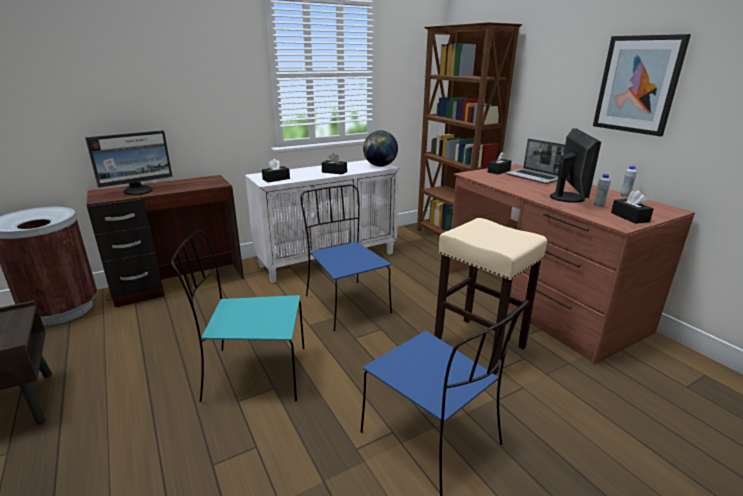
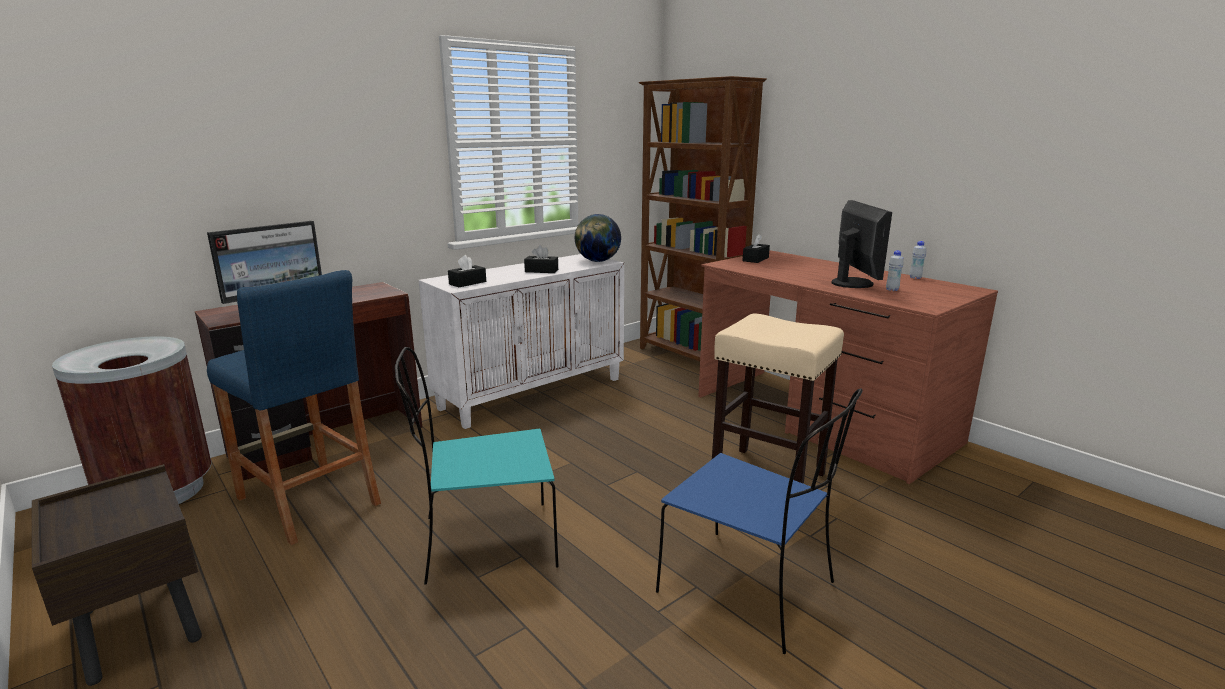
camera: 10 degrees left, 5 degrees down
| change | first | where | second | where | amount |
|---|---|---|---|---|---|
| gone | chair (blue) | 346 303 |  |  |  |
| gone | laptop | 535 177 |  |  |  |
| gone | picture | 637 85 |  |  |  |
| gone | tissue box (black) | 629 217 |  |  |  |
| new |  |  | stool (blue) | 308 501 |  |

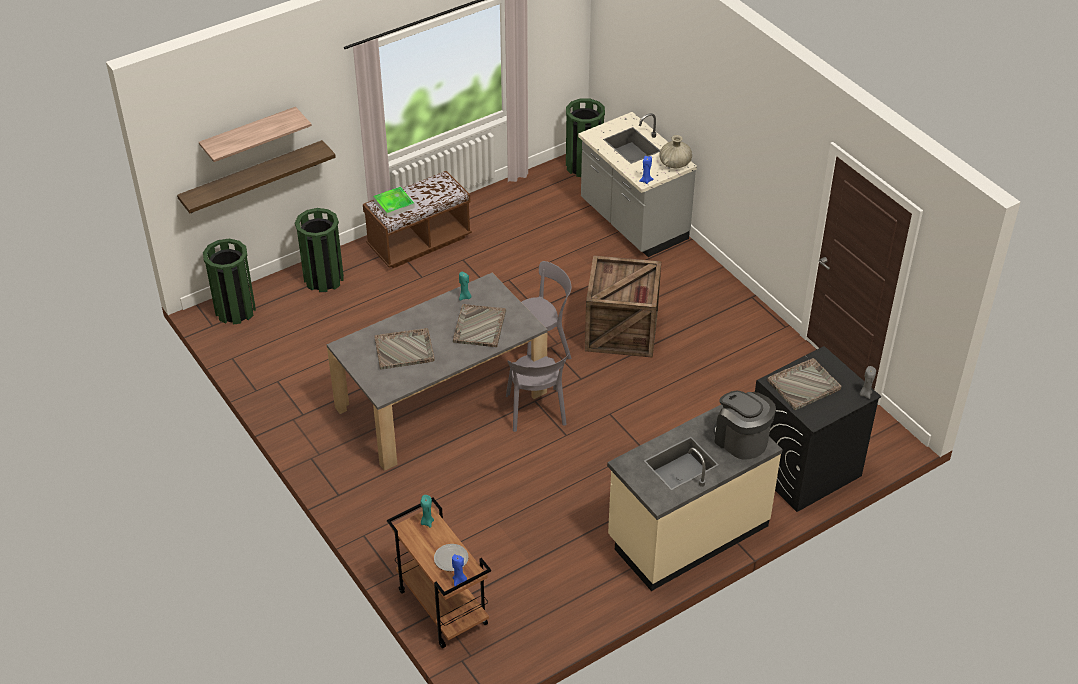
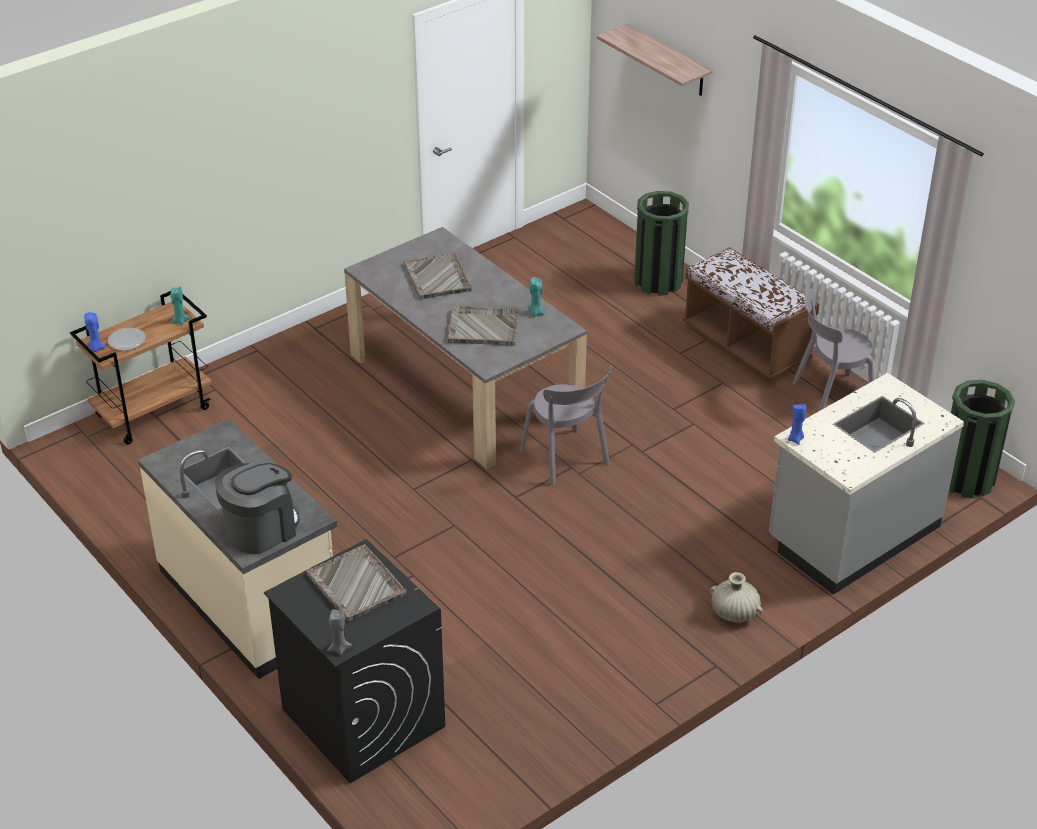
camera: 85 degrees right, 5 degrees down
| change | first | where | second | where | amount |
|---|---|---|---|---|---|
| gone | shelf | 252 177 |  |  |  |
| gone | trash can (green) | 235 310 |  |  |  |
| gone | tray | 394 204 |  |  |  |
| gone | crate | 622 331 |  |  |  |
| shifted | chair (grey) | 536 412 |  | 828 398 |  |
| shifted | vase (beige) | 675 164 |  | 734 613 |  |

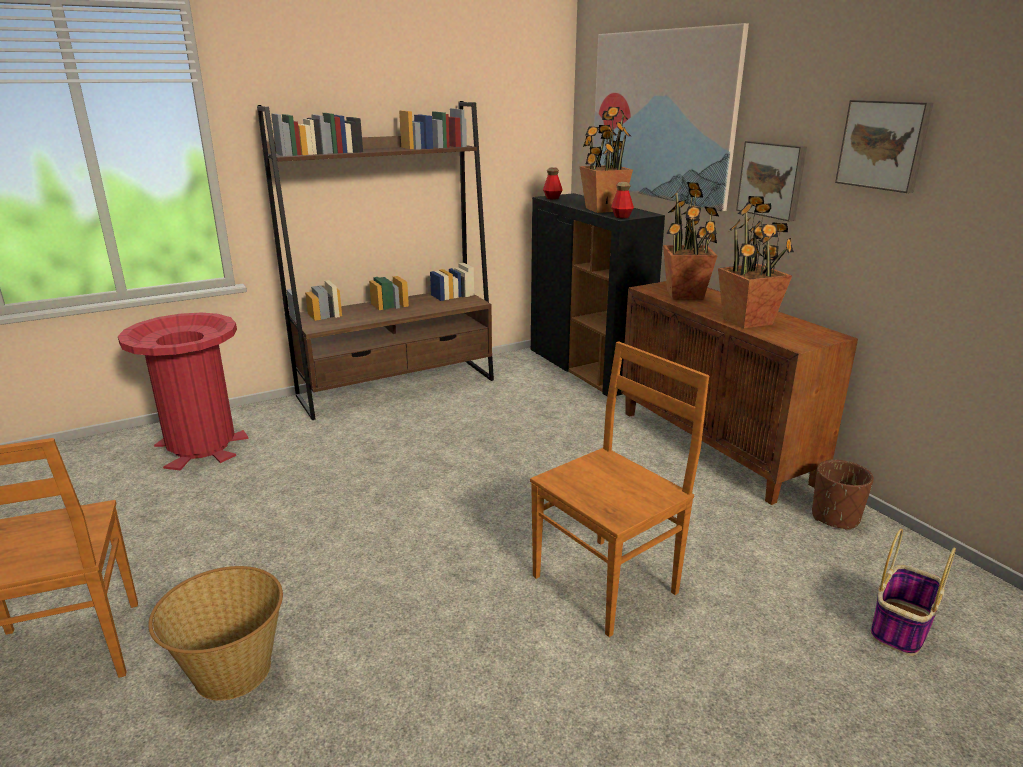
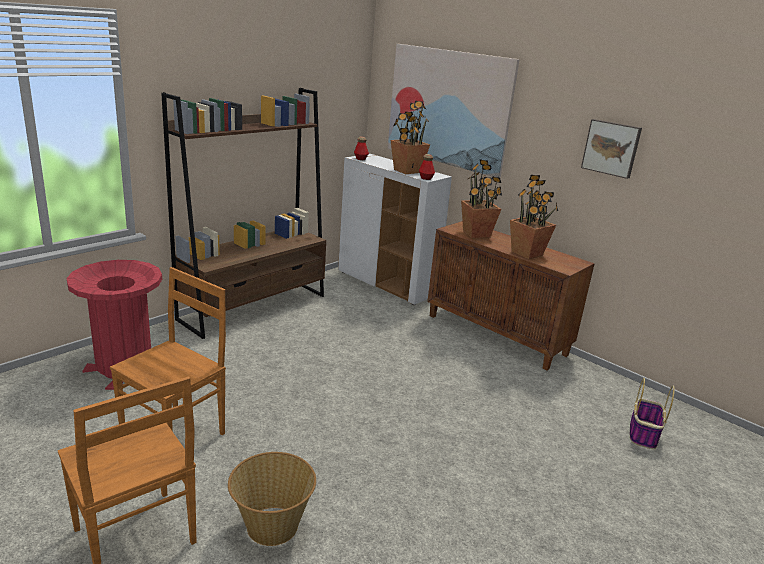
camera: 20 degrees left, 0 degrees up
| change | first | where | second | where | amount |
|---|---|---|---|---|---|
| gone | picture | 772 179 |  |  |  |
| gone | planter (brown) | 835 517 |  |  |  |
| shifted | chair (brown) | 608 583 |  | 176 433 |  |
| repainted | cabinet (black) | 588 370 | cabinet (white) | 387 284 |  |

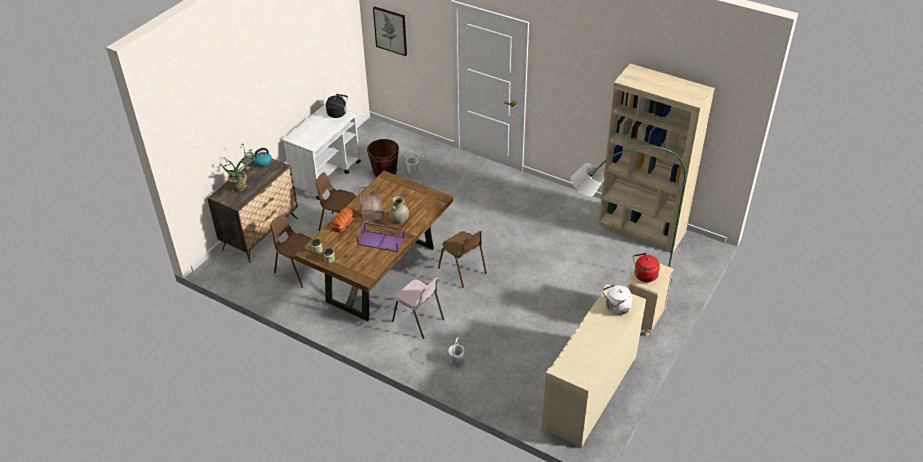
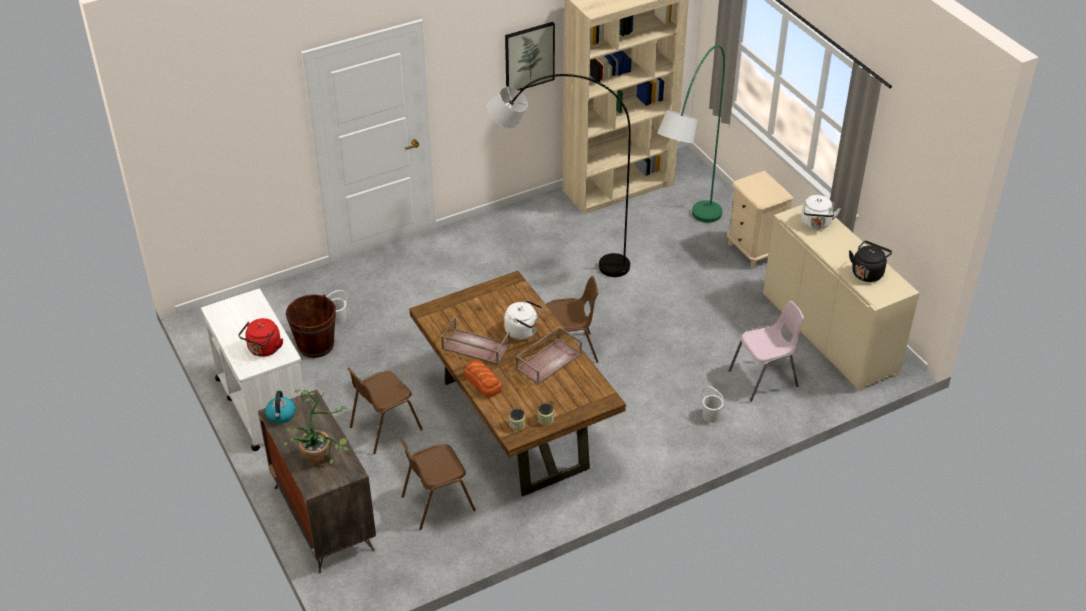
camera: 60 degrees left, 0 degrees up
| change | first | where | second | where | amount |
|---|---|---|---|---|---|
| new |  |  | floor lamp (grey) | 556 258 |  |
| shifted | kettle (black) | 338 113 |  | 867 272 |  |
| shifted | picture | 390 30 |  | 529 56 |  |
| shifted | chair (pink) | 418 320 |  | 764 379 |  |
| shifted | kettle (red) | 644 276 |  | 264 349 |  |
| swapped | vase (beige) | 399 220 | kettle (white) | 523 331 |  |
| repainted | tray (purple) | 381 241 | tray (brown) | 549 360 |  |

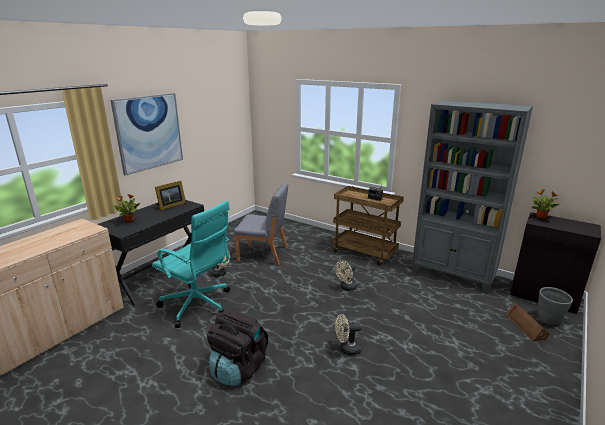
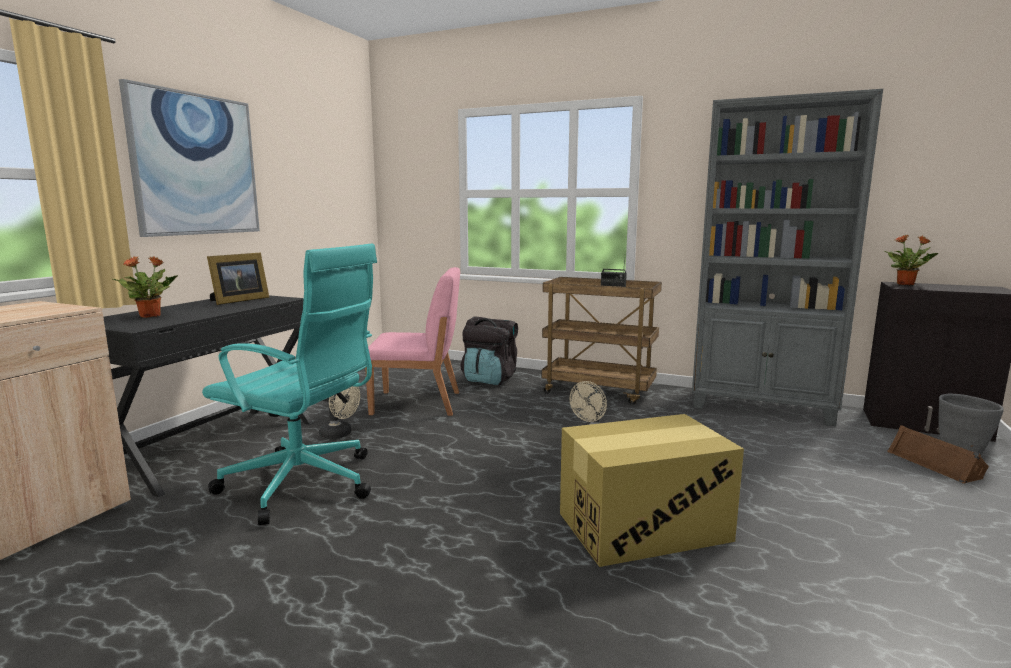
camera: 10 degrees left, 10 degrees down
| change | first | where | second | where | amount |
|---|---|---|---|---|---|
| shifted | backpack (black) | 238 368 |  | 489 379 |  |
| swapped | fan (beige) | 347 349 | cardboard box | 644 527 |  |
| repainted | chair (grey) | 263 254 | chair (pink) | 418 403 |  |

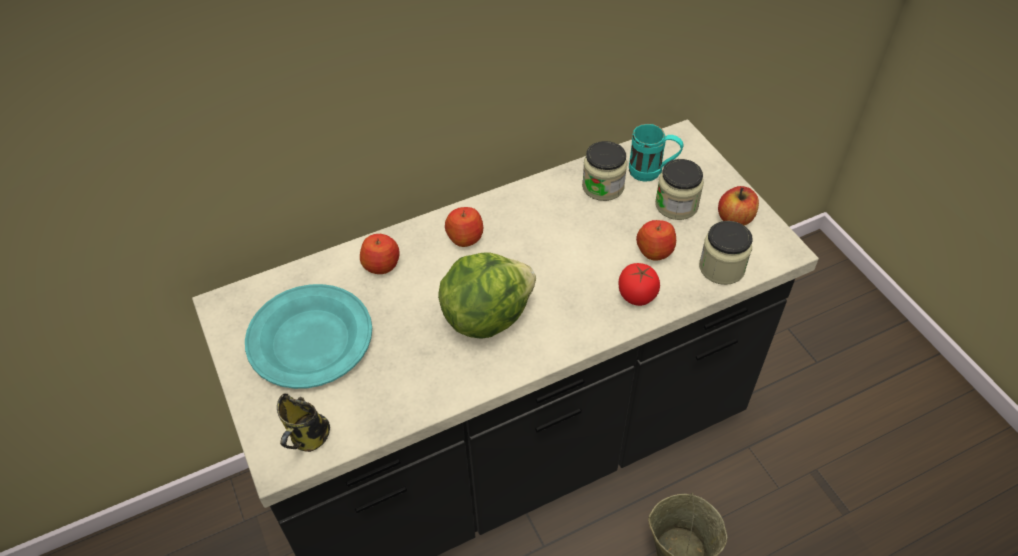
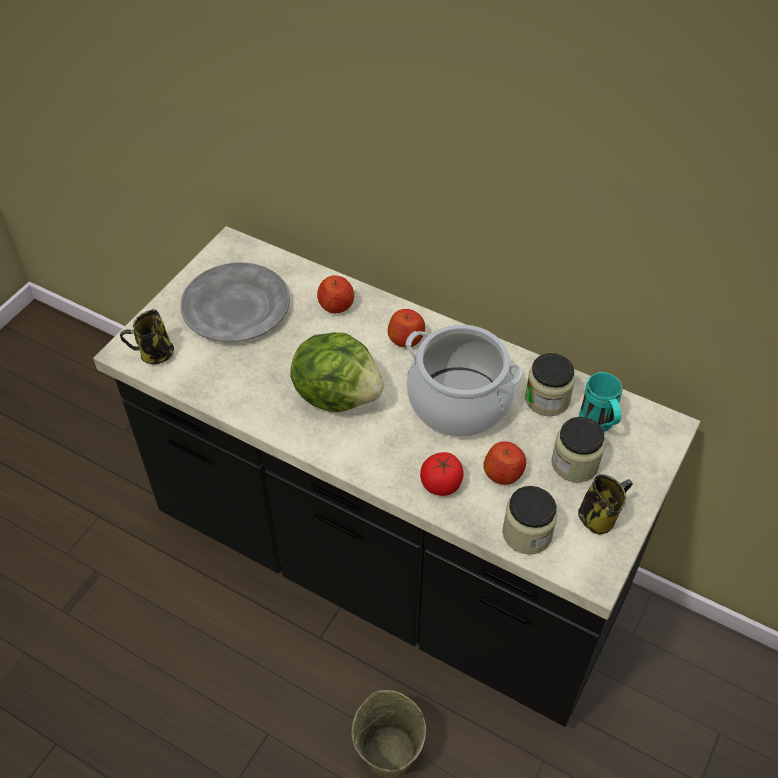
camera: 55 degrees right, 0 degrees up
| change | first | where | second | where | amount |
|---|---|---|---|---|---|
| new |  |  | cooking pot | 459 402 |  |
| swapped | apple | 735 218 | mug | 599 517 |  |
| repainted | plate (turquoise) | 309 340 | plate (grey) | 235 307 |  |

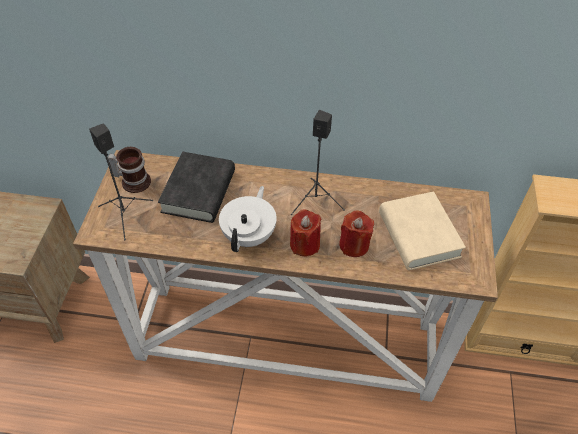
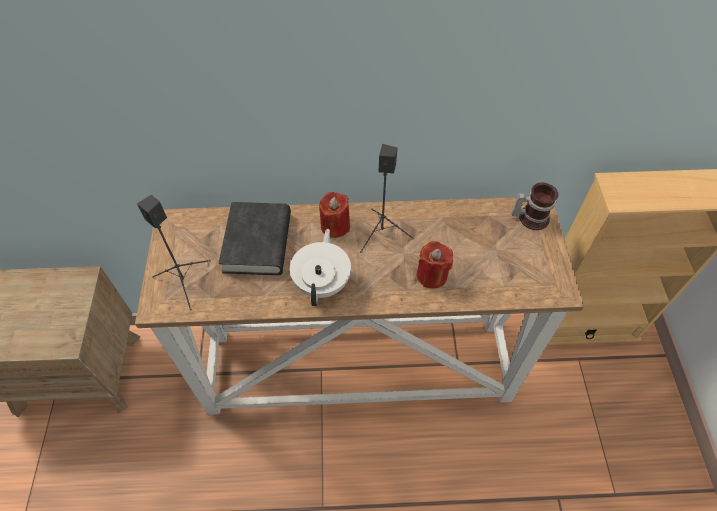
camera: 10 degrees left, 5 degrees up
| change | first | where | second | where | amount |
|---|---|---|---|---|---|
| gone | book (beige) | 418 235 |  |  |  |
| shifted | mug | 134 180 |  | 530 217 |  |
| shifted | candle (red) | 304 244 |  | 335 226 |  |

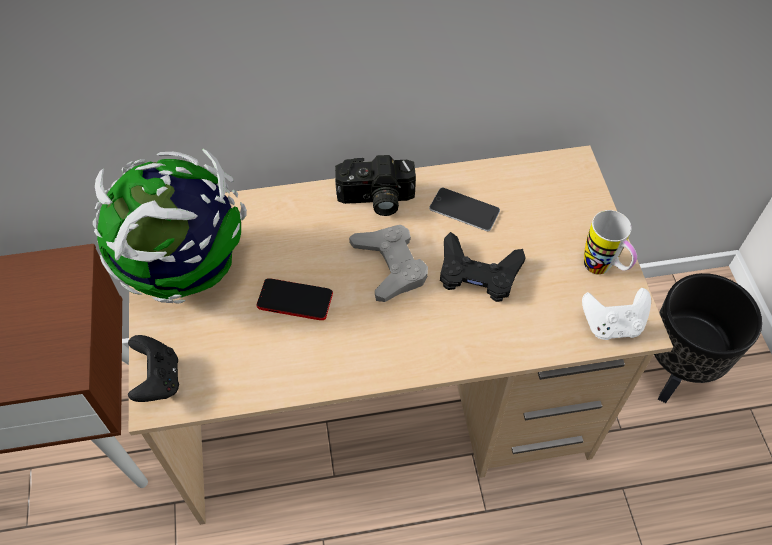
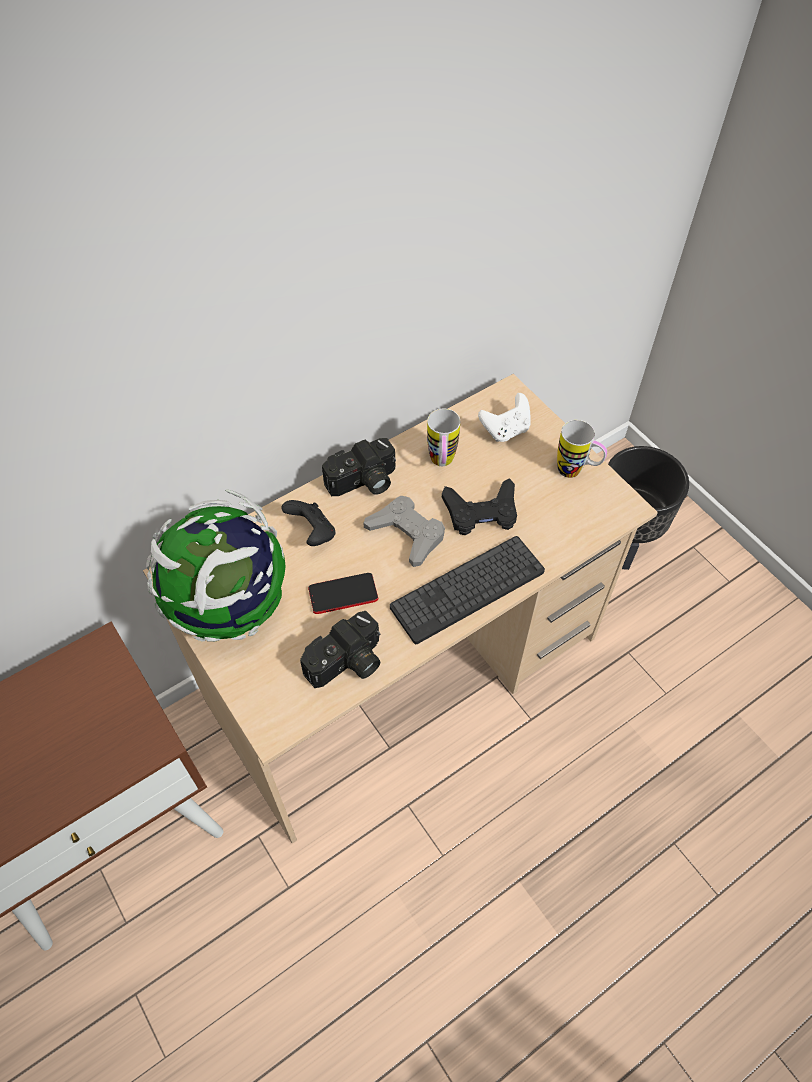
camera: 25 degrees left, 0 degrees up
| change | first | where | second | where | amount |
|---|---|---|---|---|---|
| new |  |  | photo camera | 347 664 |  |
| new |  |  | keyboard | 467 589 |  |
| shifted | game controller (black) | 158 380 |  | 312 533 |  |
| shifted | game controller (white) | 612 325 |  | 505 430 |  |
| swapped | phone | 464 209 | mug | 442 464 |  |

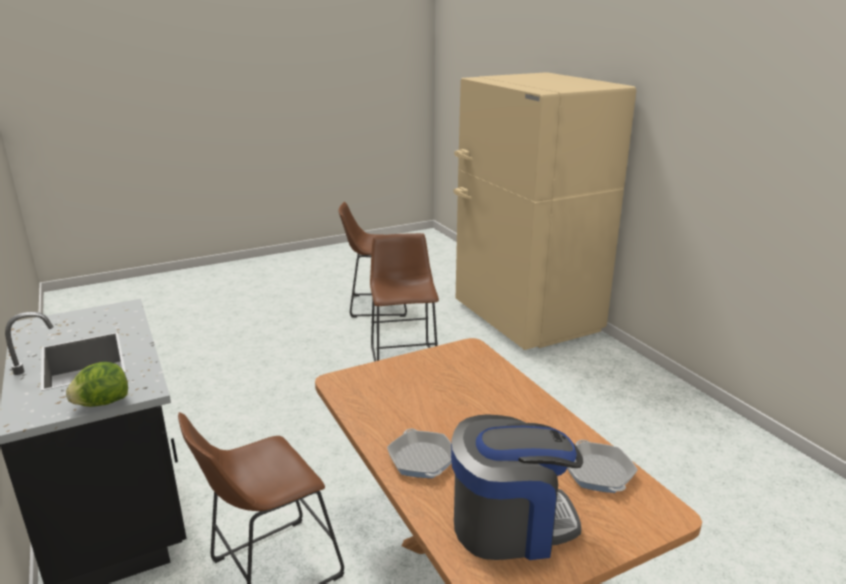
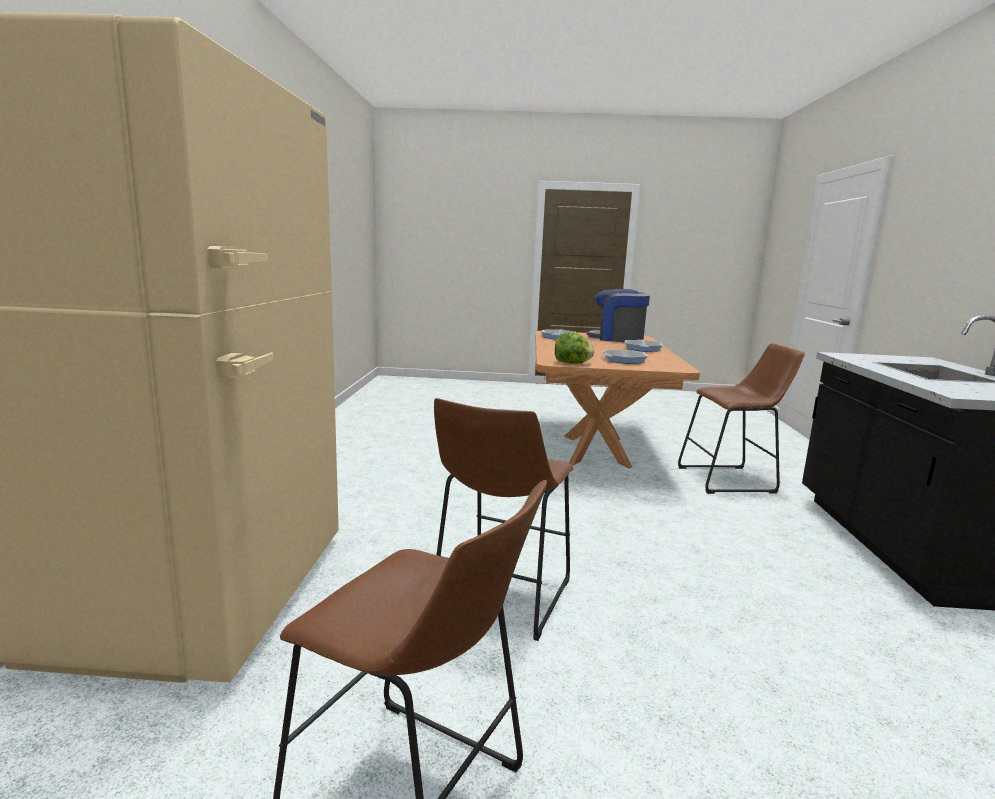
camera: 150 degrees left, 10 degrees down
| change | first | where | second | where | amount |
|---|---|---|---|---|---|
| new |  |  | frying pan | 624 360 |  |
| shifted | lettuce | 102 403 |  | 572 363 |  |

